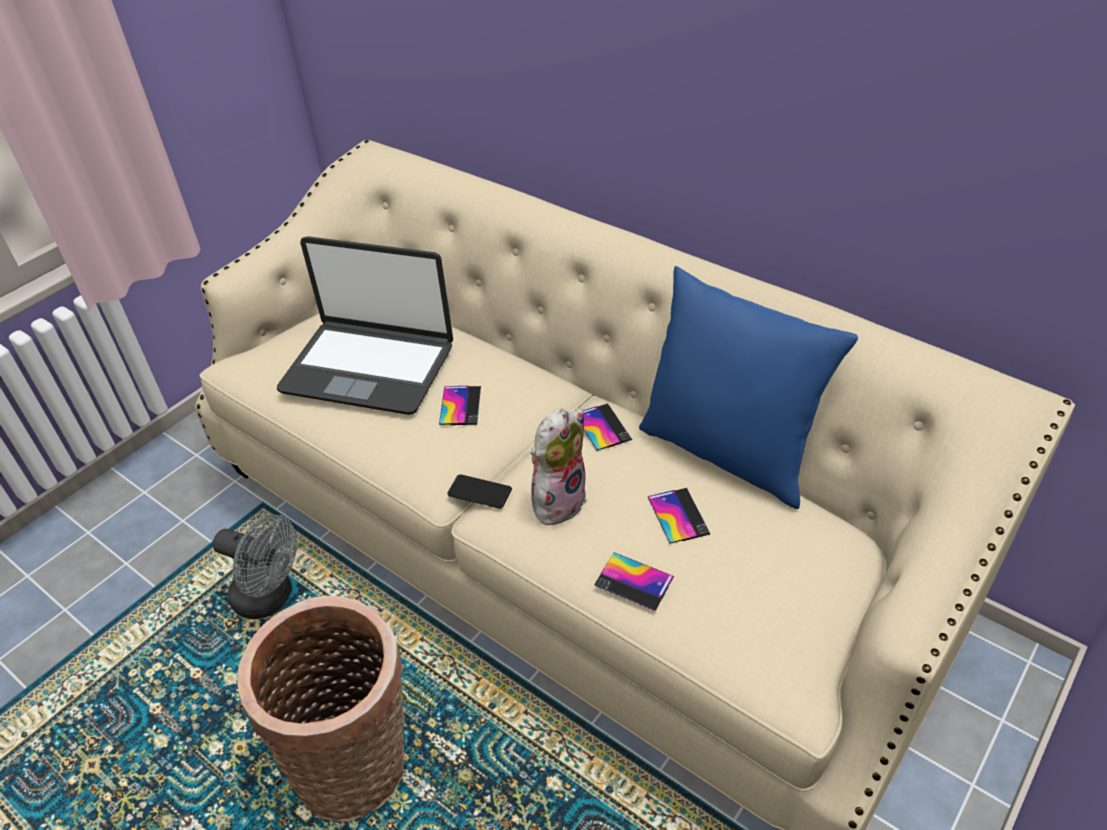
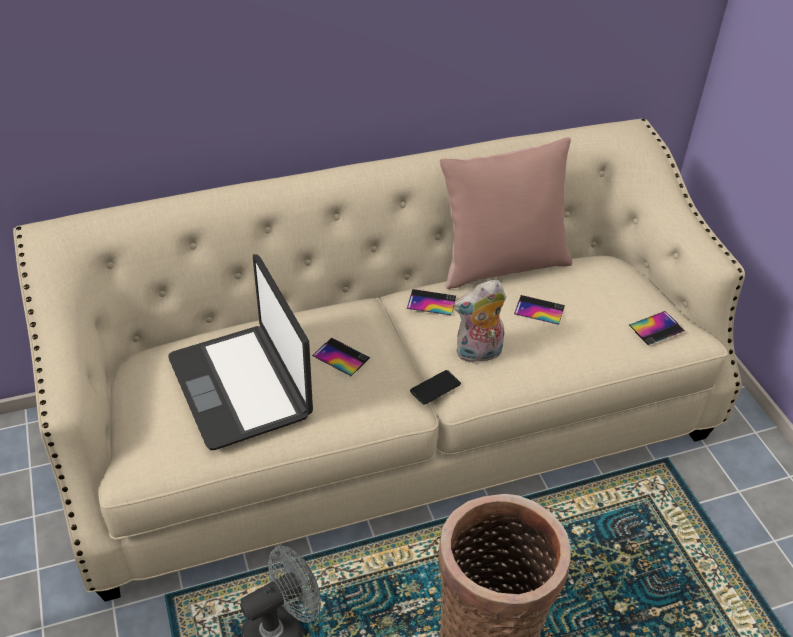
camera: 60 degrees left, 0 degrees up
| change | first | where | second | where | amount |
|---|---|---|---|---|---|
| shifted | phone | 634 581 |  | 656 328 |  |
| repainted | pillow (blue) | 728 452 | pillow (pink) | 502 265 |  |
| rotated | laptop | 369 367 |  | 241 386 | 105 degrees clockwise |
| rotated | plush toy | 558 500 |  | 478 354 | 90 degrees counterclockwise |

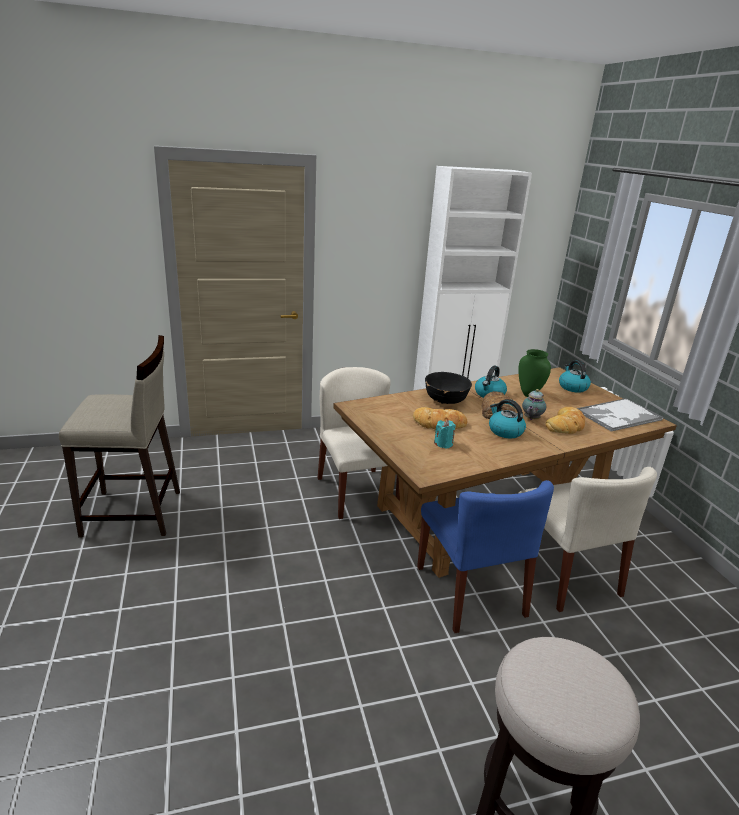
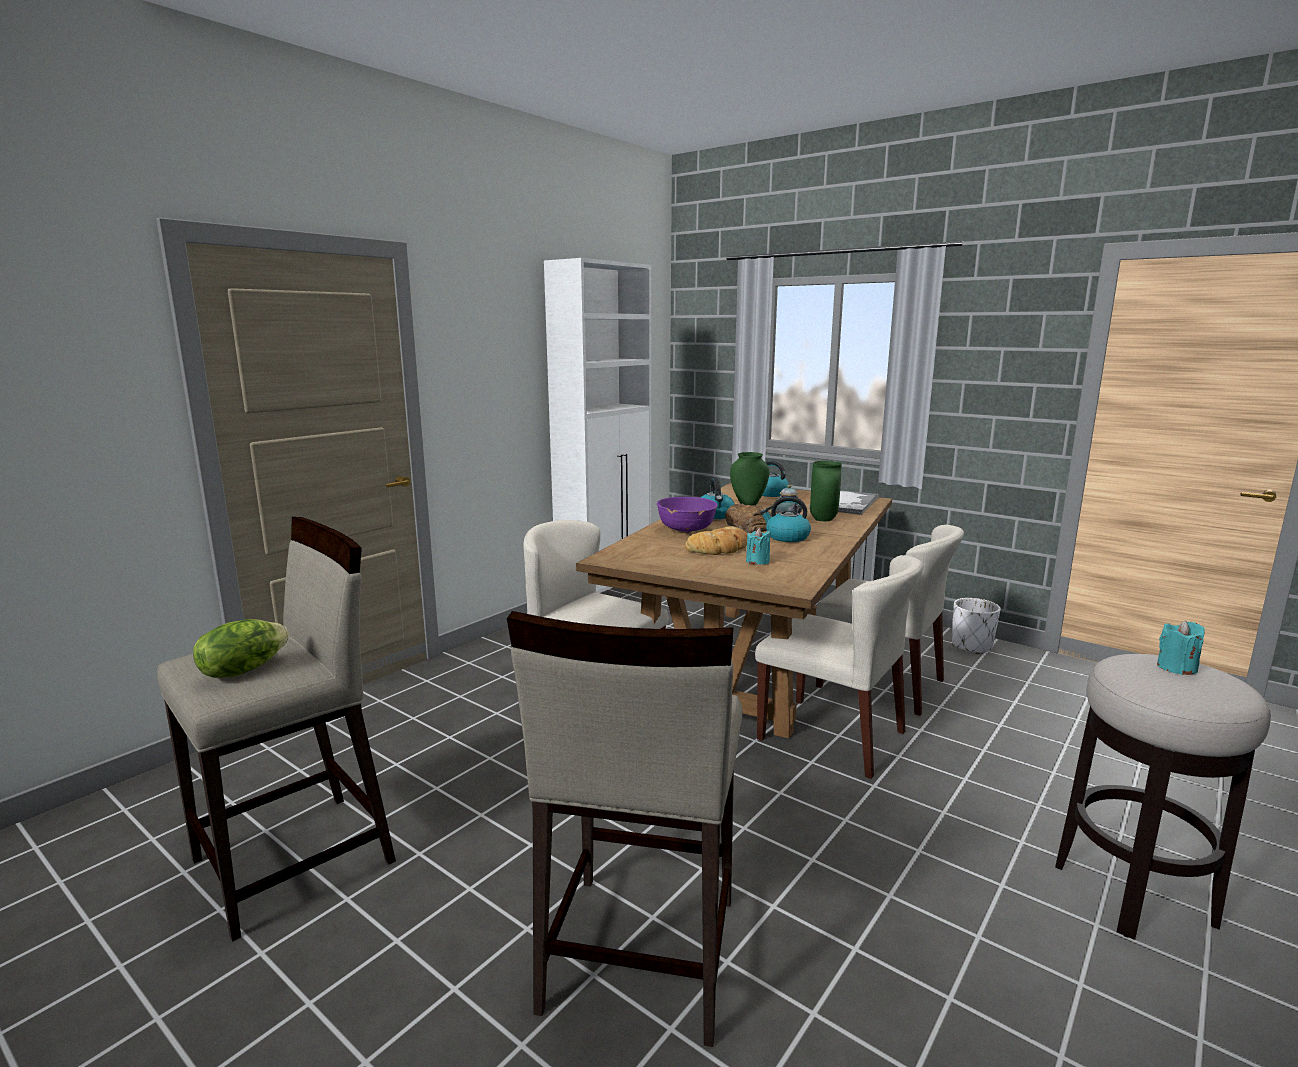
camera: 35 degrees left, 10 degrees down
| change | first | where | second | where | amount |
|---|---|---|---|---|---|
| new |  |  | lettuce | 243 670 |  |
| new |  |  | stool (beige) | 638 954 |  |
| new |  |  | planter (white) | 971 646 |  |
| new |  |  | candle (turquoise) | 1176 668 |  |
| swapped | bread | 566 425 | vase (green) | 822 519 |  |
| repainted | chair (blue) | 471 591 | chair (beige) | 833 735 |  |
| repainted | bowl (black) | 445 400 | bowl (purple) | 686 530 |  |

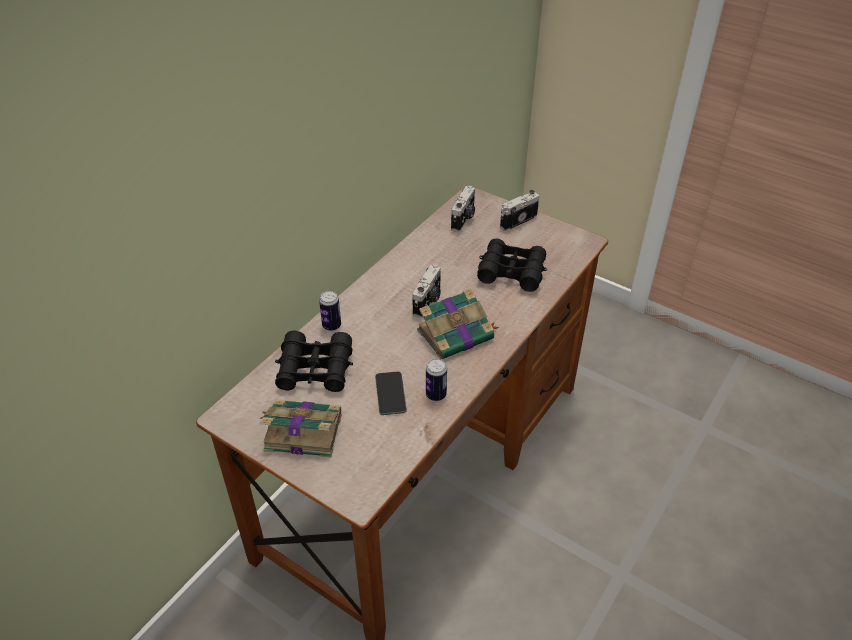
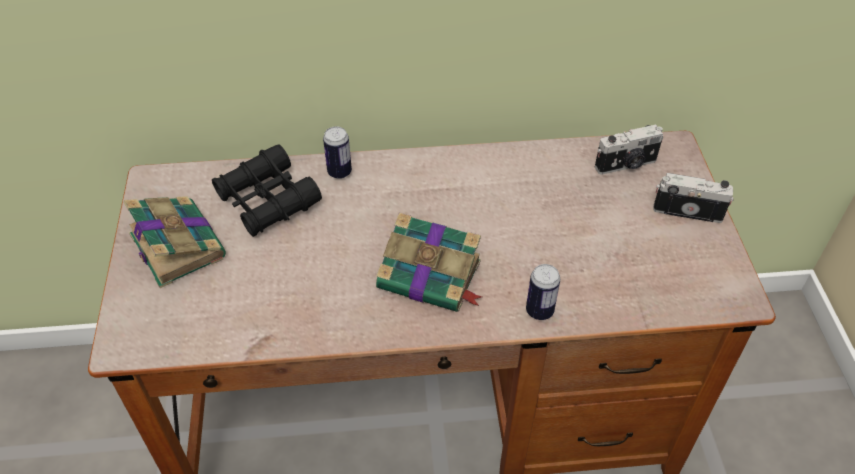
camera: 50 degrees right, 5 degrees up
| change | first | where | second | where | amount |
|---|---|---|---|---|---|
| gone | phone | 390 393 |  |  |  |
| gone | photo camera | 428 302 |  |  |  |
| gone | binoculars (black) | 511 272 |  |  |  |
| shifted | can | 436 395 |  | 539 311 |  |

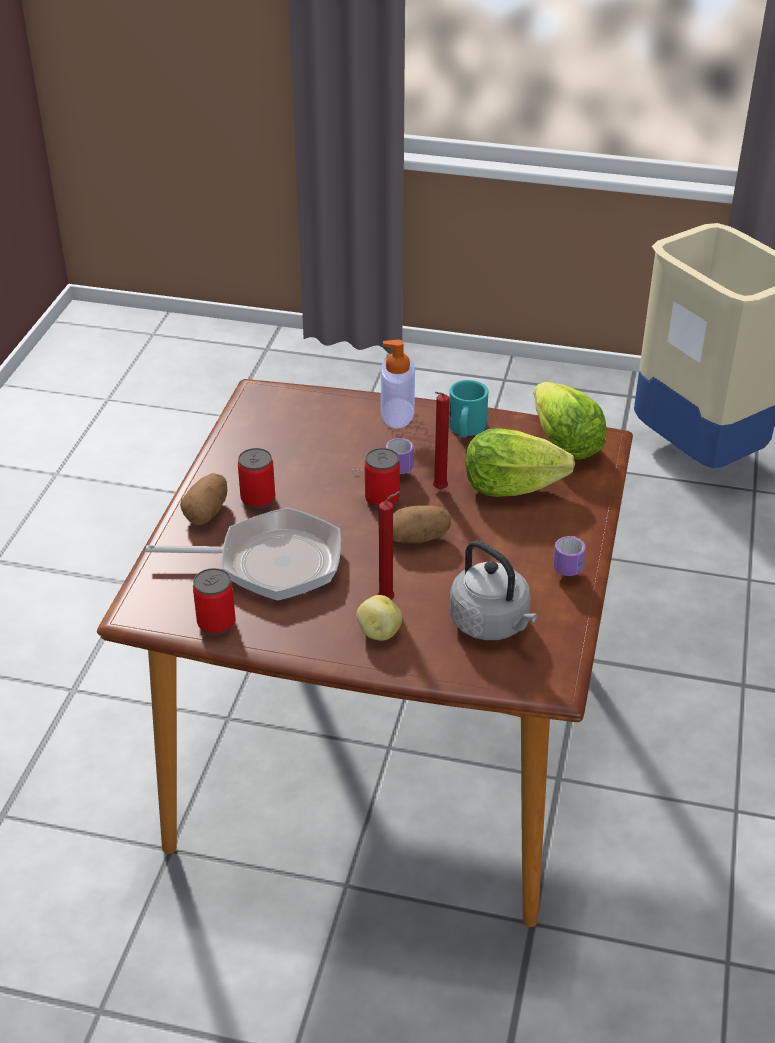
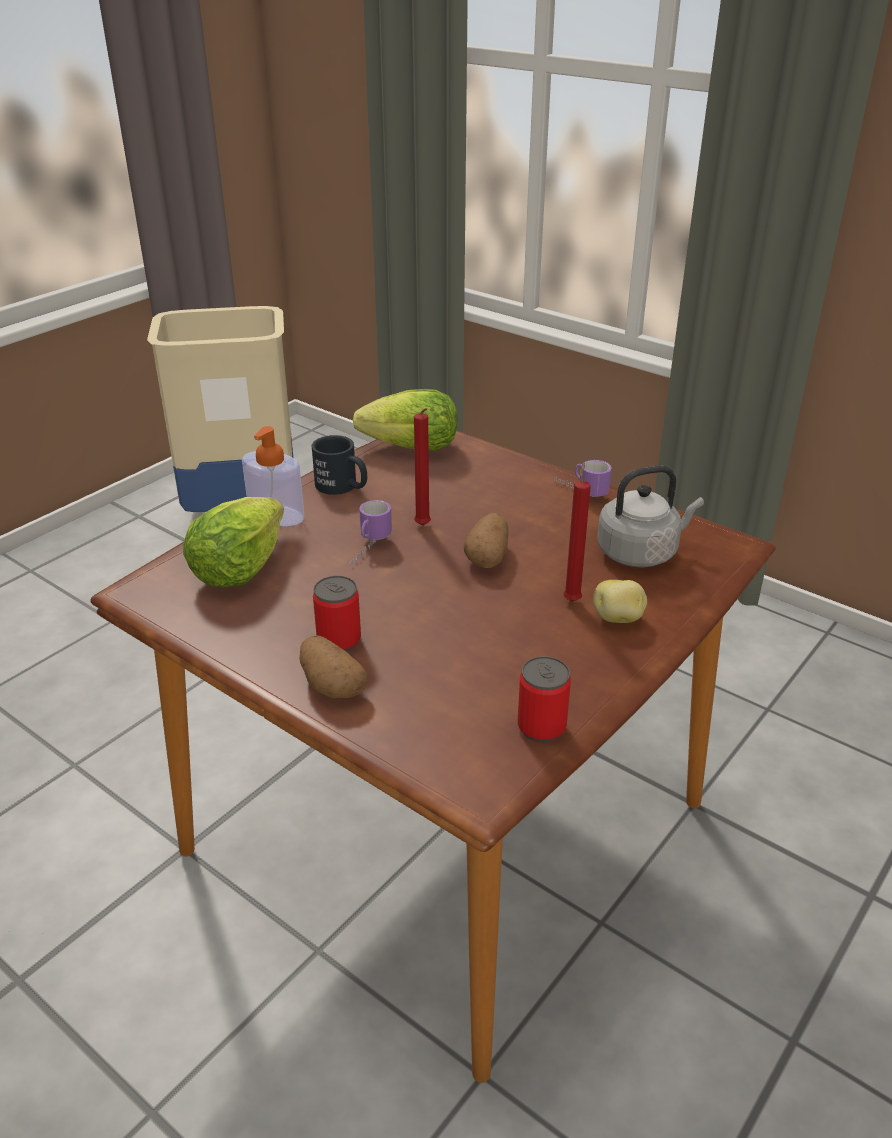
camera: 65 degrees left, 5 degrees down
| change | first | where | second | where | amount |
|---|---|---|---|---|---|
| gone | frying pan | 271 563 |  |  |  |
| gone | can | 382 499 |  |  |  |
| shifted | lettuce | 510 487 |  | 238 569 |  |
| repainted | mug (turquoise) | 466 430 | mug (black) | 343 487 |  |

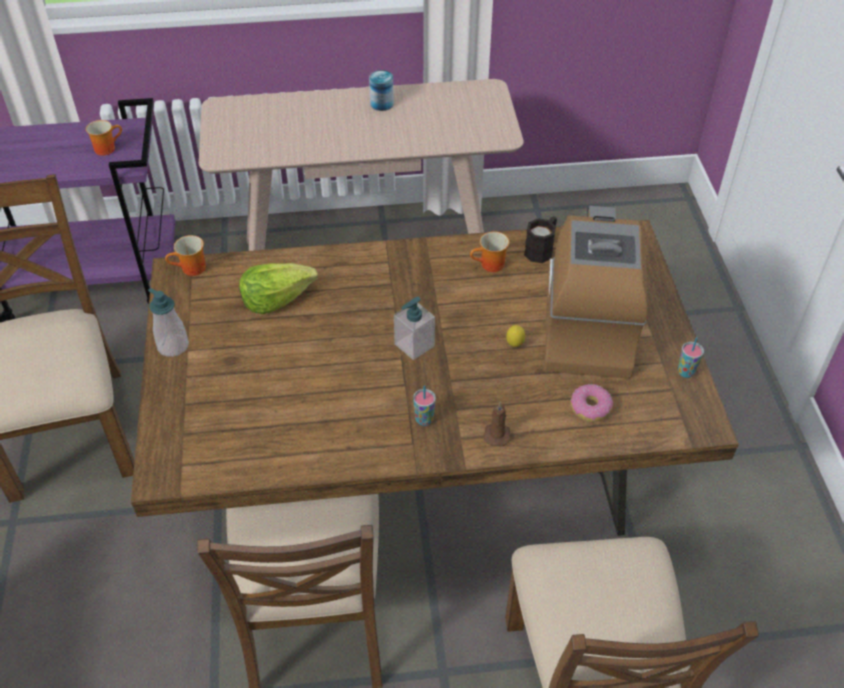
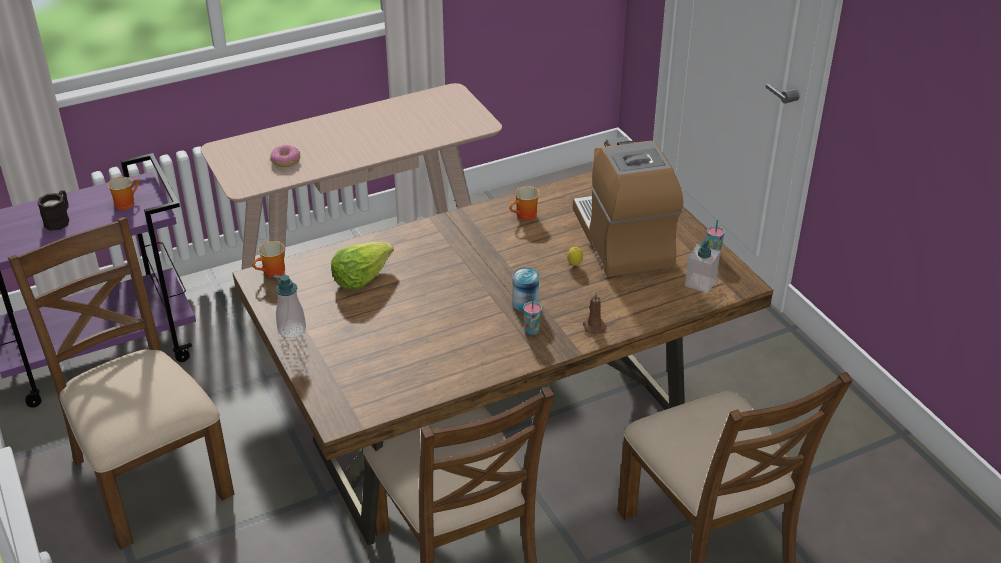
camera: 20 degrees left, 10 degrees down
| change | first | where | second | where | amount |
|---|---|---|---|---|---|
| shifted | can | 382 104 |  | 525 303 |  |
| shifted | soap dispenser | 414 345 |  | 700 283 |  |
| shifted | mug (black) | 542 249 |  | 59 220 |  |
| shifted | donut | 590 408 |  | 285 161 |  |

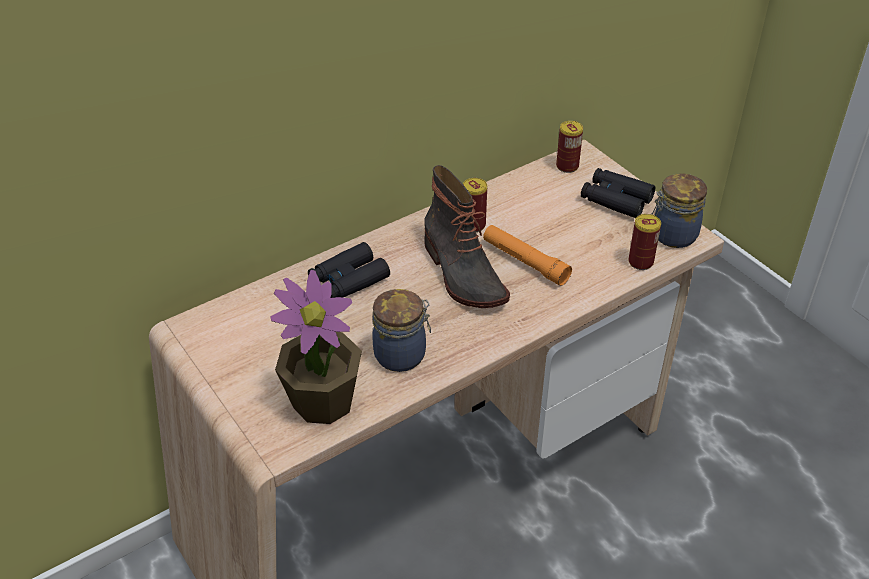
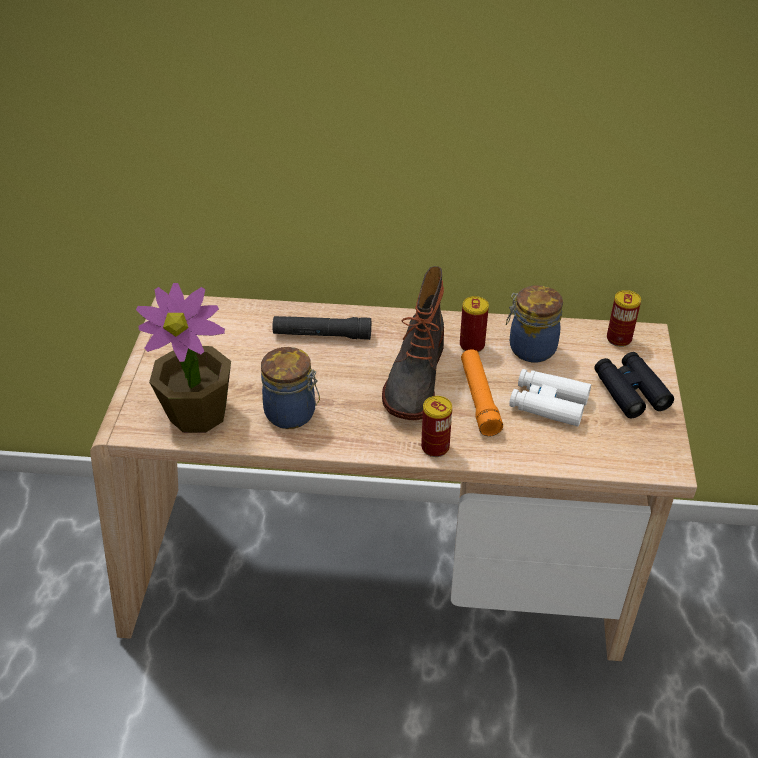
camera: 40 degrees right, 0 degrees up
| change | first | where | second | where | amount |
|---|---|---|---|---|---|
| new |  |  | binoculars (white) | 548 404 |  |
| shifted | can | 640 262 |  | 435 447 |  |
| shifted | jar | 672 235 |  | 530 348 |  |
| swapped | binoculars (black) | 348 280 | flashlight (black) | 322 335 |  |

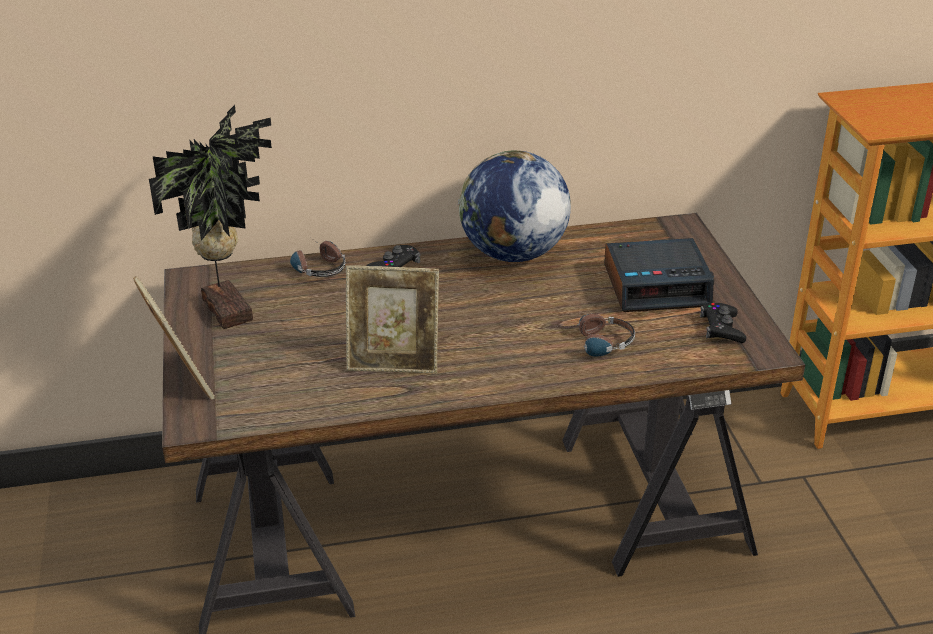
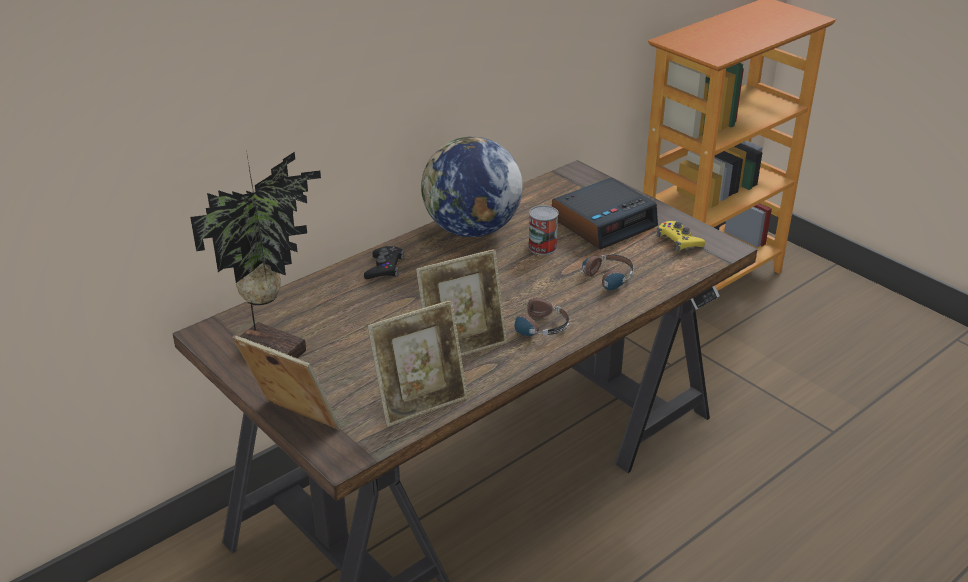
camera: 30 degrees left, 0 degrees up
| change | first | where | second | where | amount |
|---|---|---|---|---|---|
| new |  |  | picture frame | 421 402 |  |
| new |  |  | can | 542 247 |  |
| shifted | headphones | 316 266 |  | 532 325 |  |
| repainted | game controller (black) | 721 328 | game controller (yellow) | 679 240 |  |

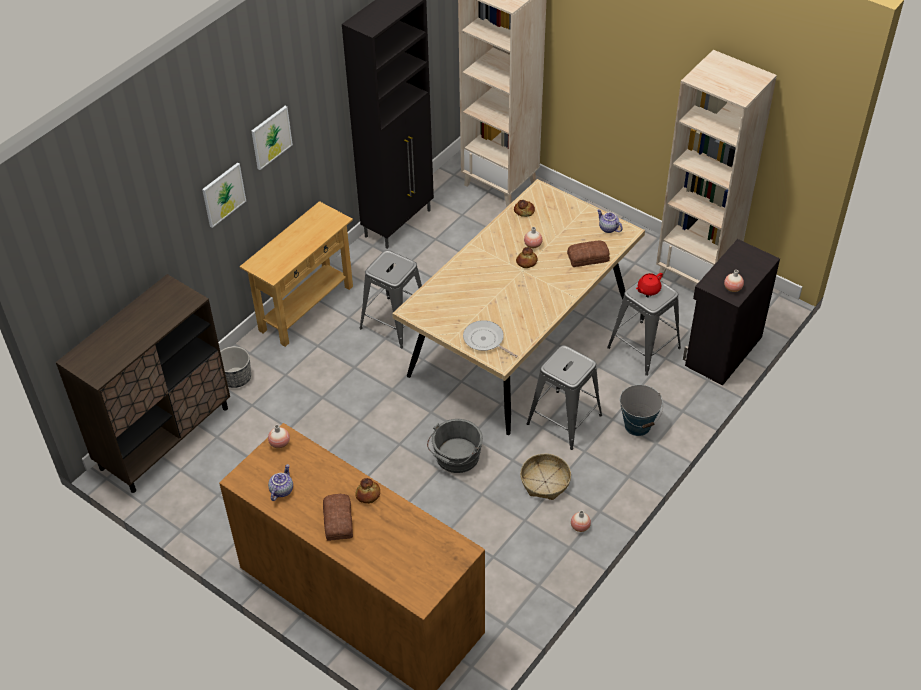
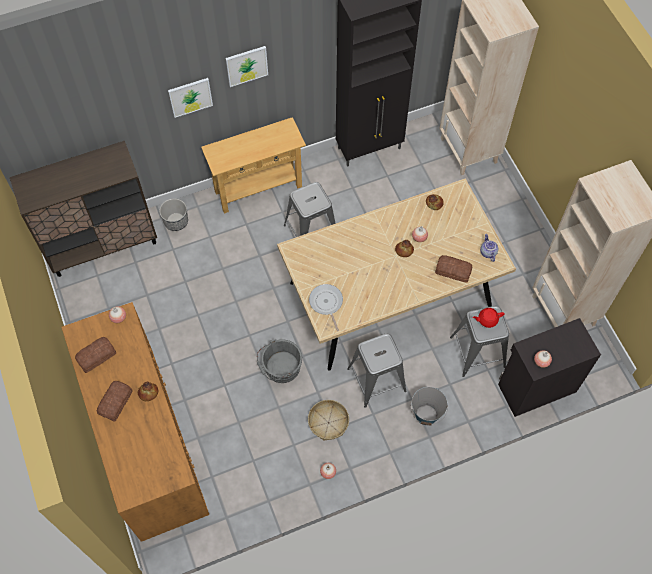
camera: 30 degrees right, 15 degrees up
| change | first | where | second | where | amount |
|---|---|---|---|---|---|
| swapped | teapot | 281 490 | bread | 95 356 |  |

